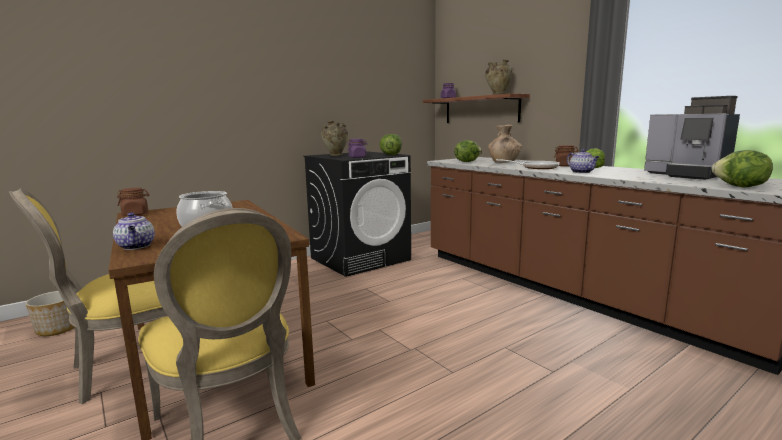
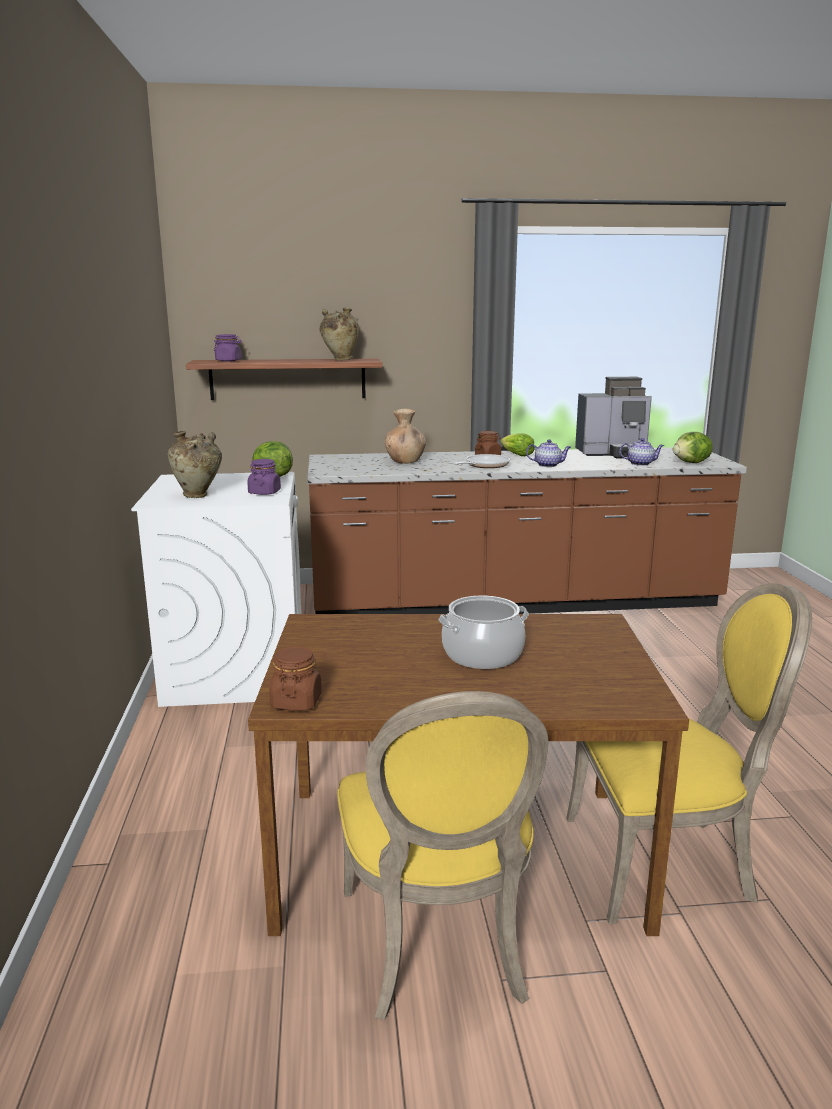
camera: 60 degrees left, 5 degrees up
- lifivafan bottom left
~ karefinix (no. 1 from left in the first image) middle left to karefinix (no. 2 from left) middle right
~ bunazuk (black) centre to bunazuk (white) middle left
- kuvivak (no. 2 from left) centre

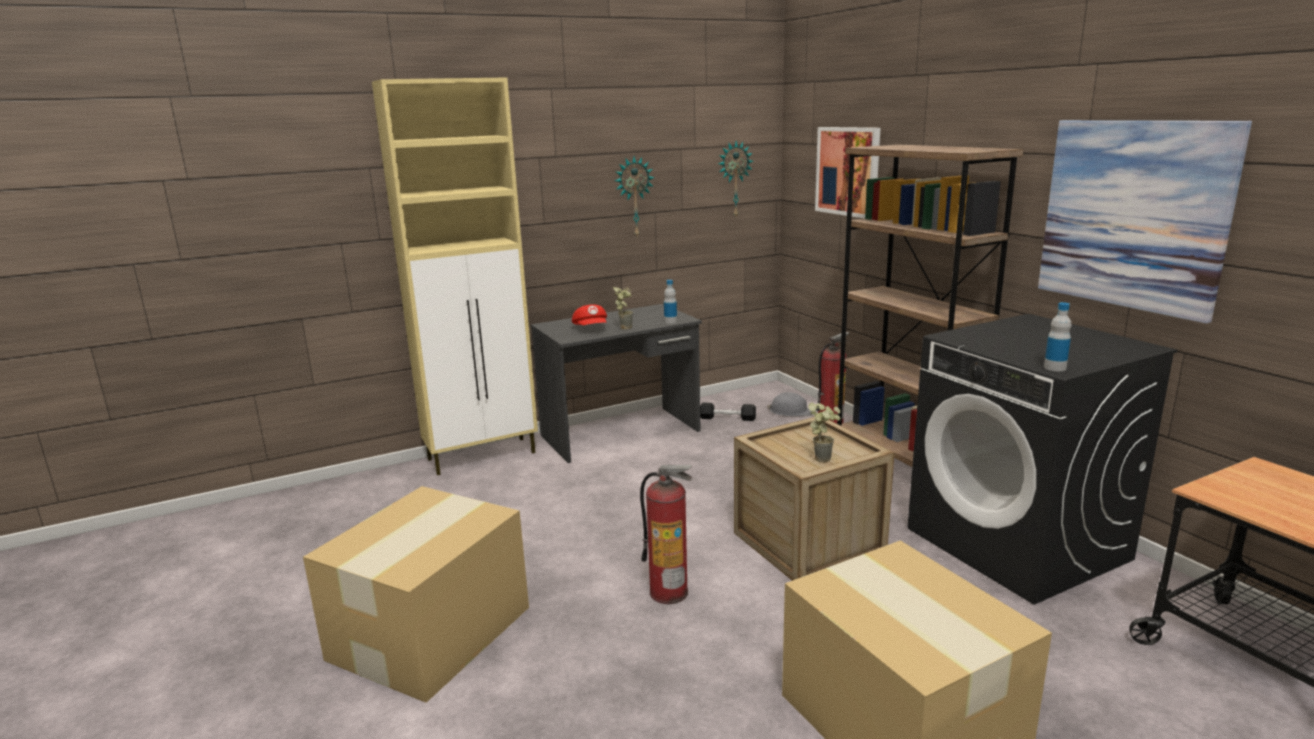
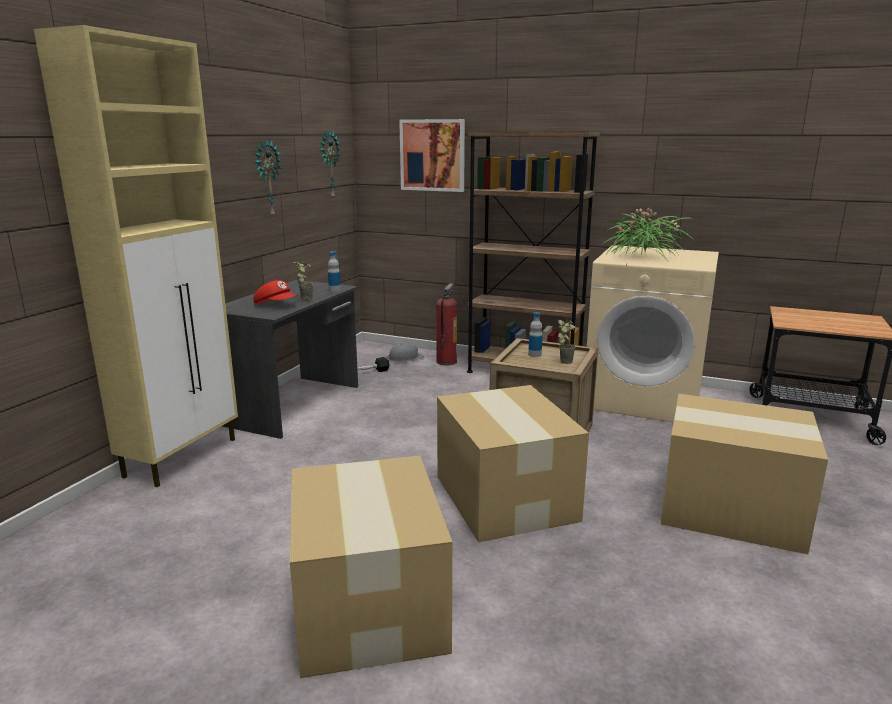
camera: 40 degrees left, 0 degrees up
~ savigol (no. 1 from left) bottom centre to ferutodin (no. 2 from left) centre
~ bunazuk (black) middle right to bunazuk (beige) middle right
- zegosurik (no. 2 from left) top right
~ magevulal (no. 2 from left) middle right to centre
+ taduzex (no. 3 from left) top right

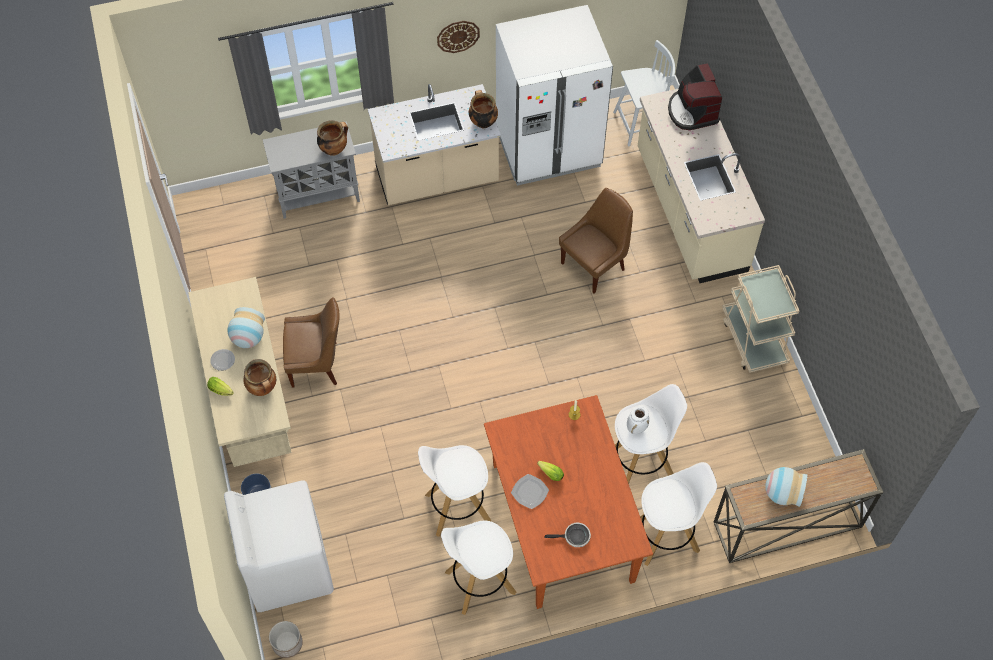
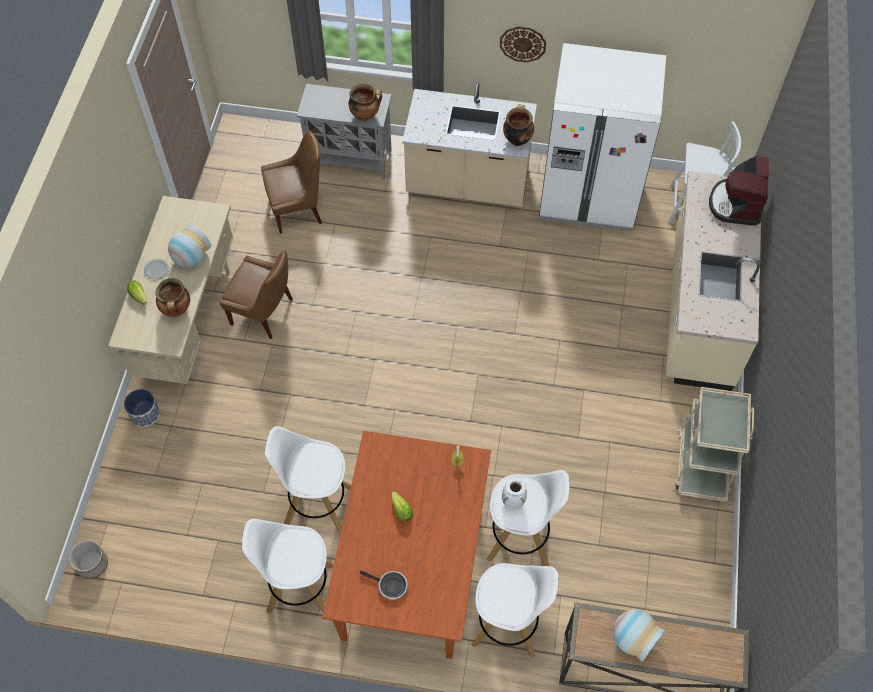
camera: 25 degrees right, 0 degrees up
- bunazuk (white) bottom left
- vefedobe (no. 2 from left) bottom centre
~ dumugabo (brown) (no. 2 from left) centre to top centre

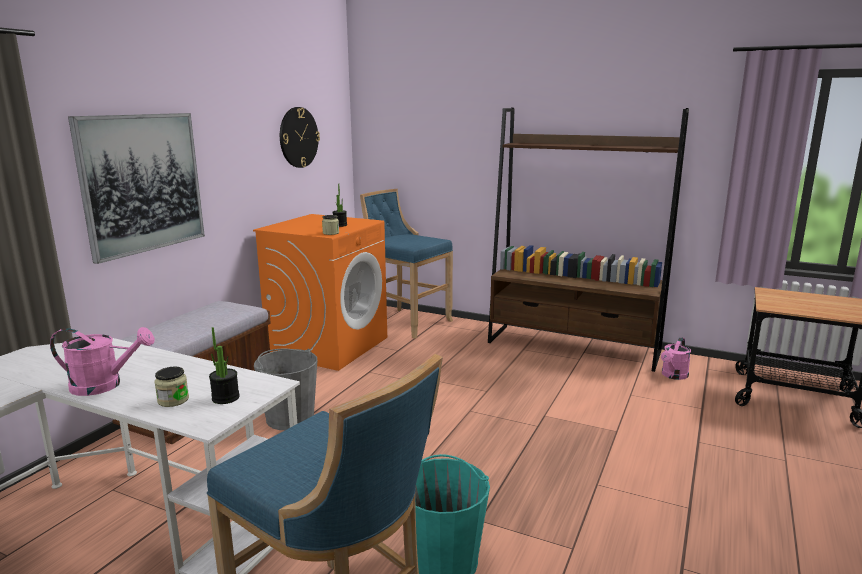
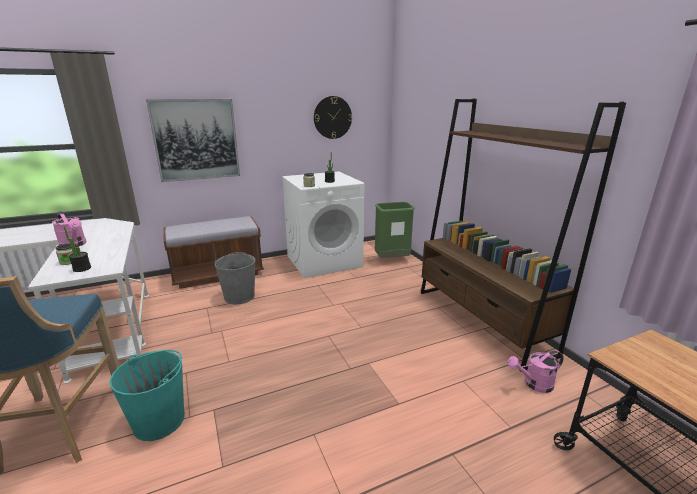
camera: 40 degrees right, 5 degrees up
~ bunazuk (orange) centre to bunazuk (white) centre
~ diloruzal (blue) (no. 2 from left) centre to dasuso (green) centre

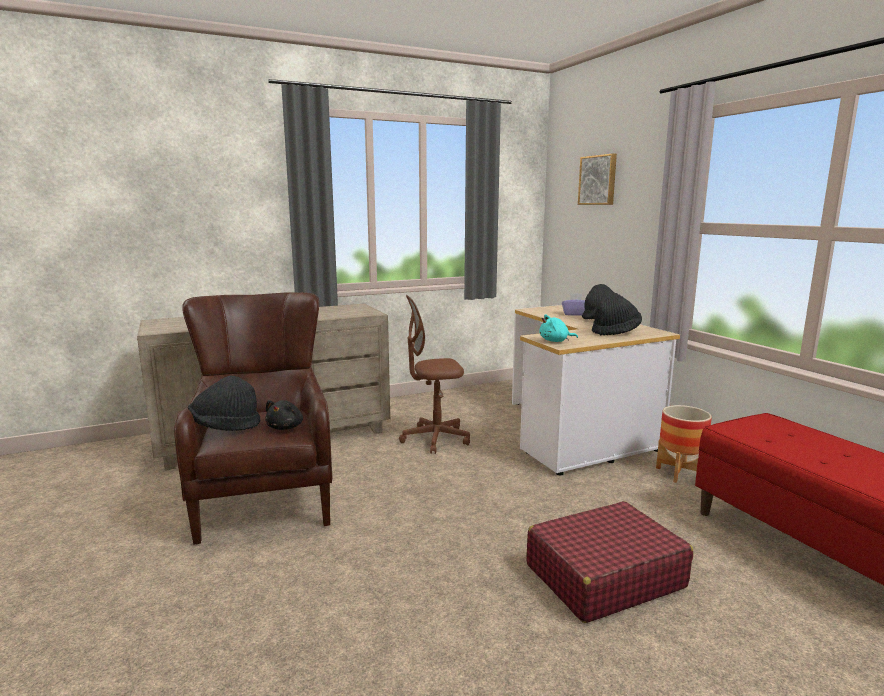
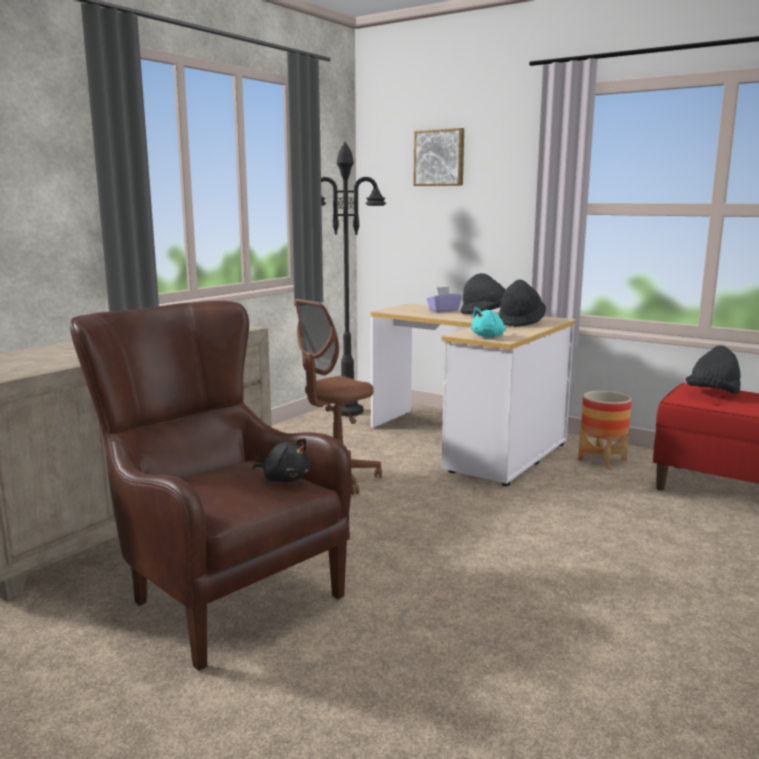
camera: 30 degrees left, 0 degrees up
~ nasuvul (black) (no. 1 from left in the first image) middle left to nasuvul (black) (no. 3 from left) middle right
~ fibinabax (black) middle left = centre 45 degrees counterclockwise
- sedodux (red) bottom right
+ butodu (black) centre

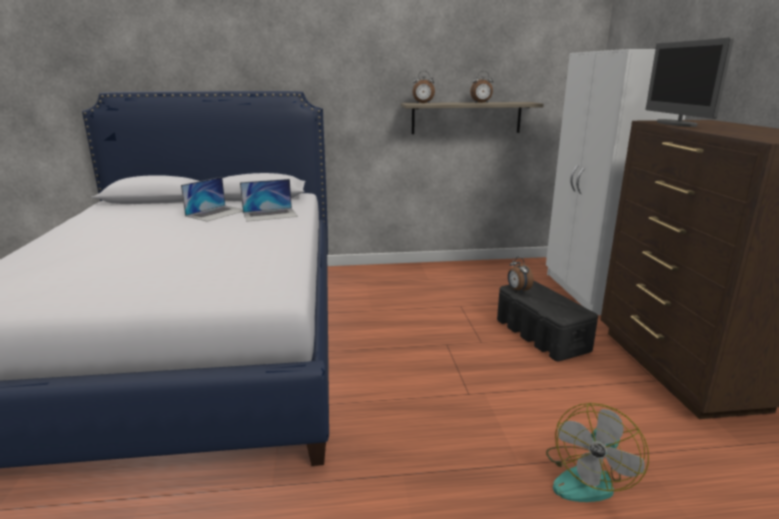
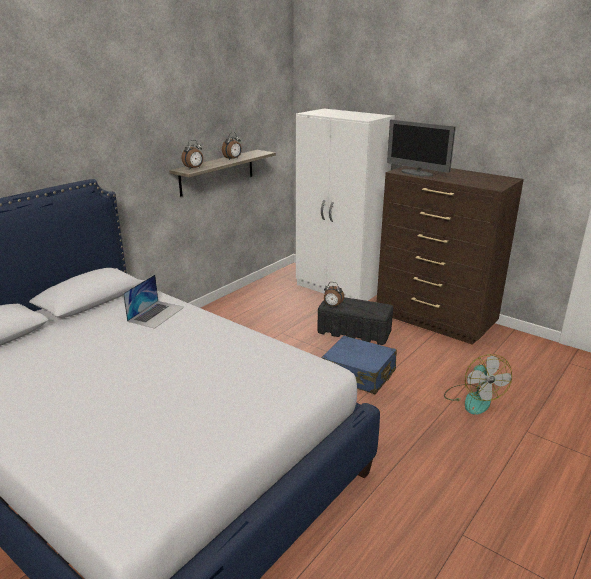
camera: 45 degrees left, 5 degrees up
- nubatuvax (no. 1 from left) middle left
+ sedodux (blue) centre

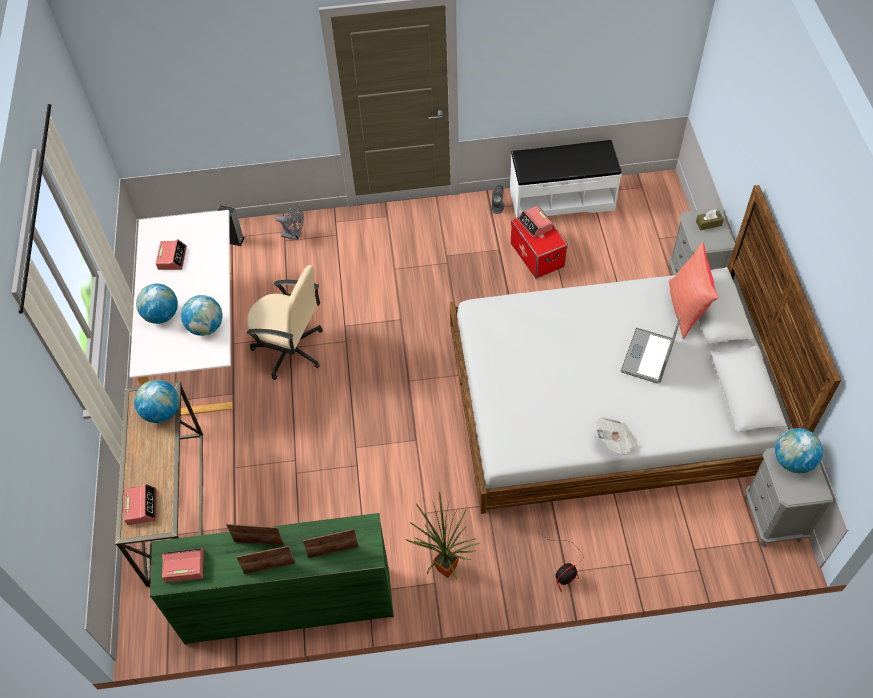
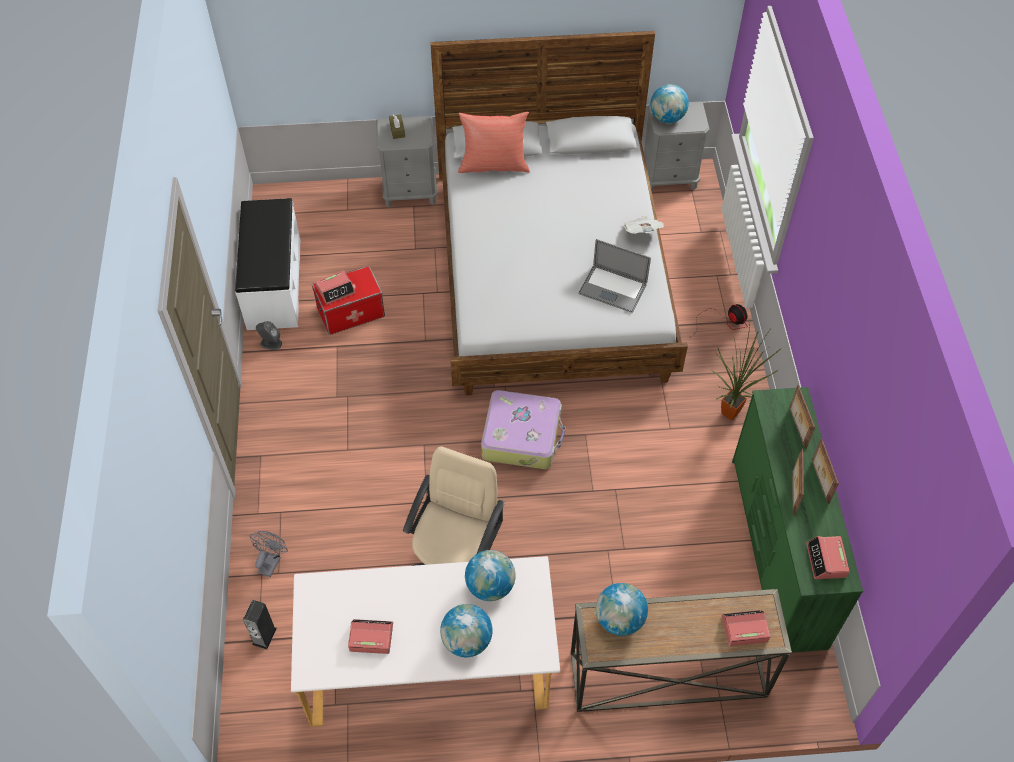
camera: 90 degrees left, 0 degrees up
~ nubatuvax middle right to centre
+ sedodux centre

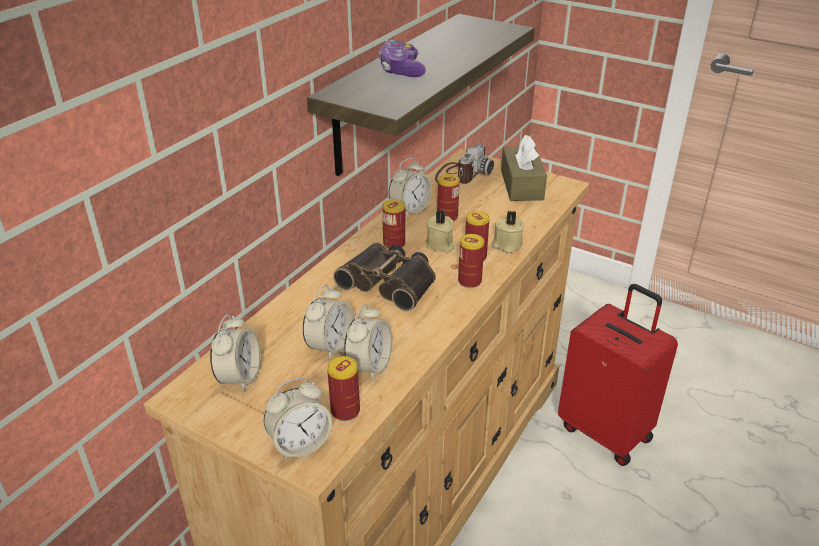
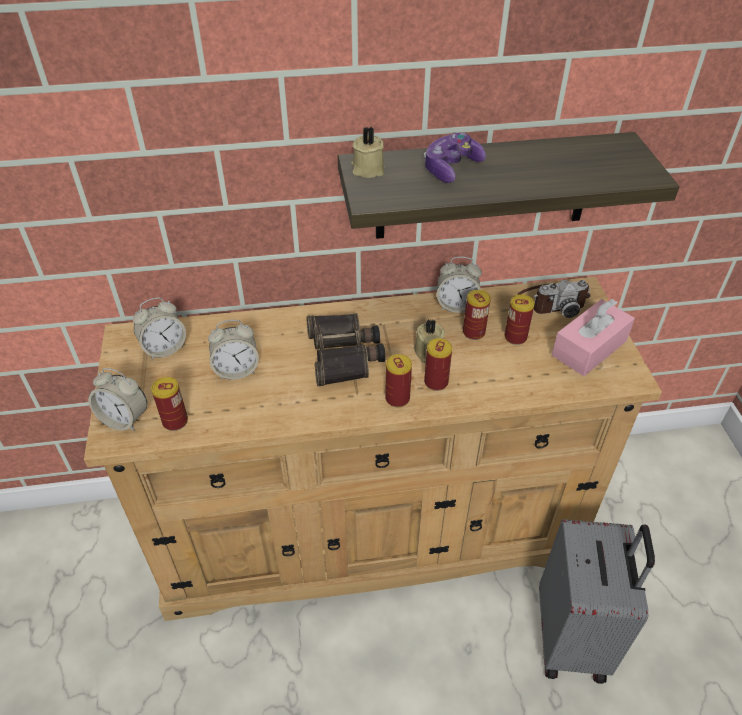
camera: 50 degrees right, 10 degrees up
- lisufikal (no. 4 from left) centre
~ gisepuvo (no. 2 from left in the first image) centre to gisepuvo (no. 5 from left) middle right
~ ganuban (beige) (no. 2 from left in the first image) centre to ganuban (beige) (no. 1 from left) top centre
~ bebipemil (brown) top centre to bebipemil (pink) middle right
~ sedodux (red) bottom right to sedodux (grey) bottom right

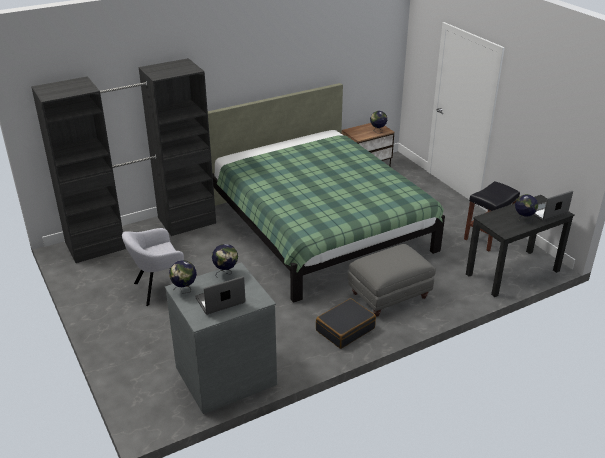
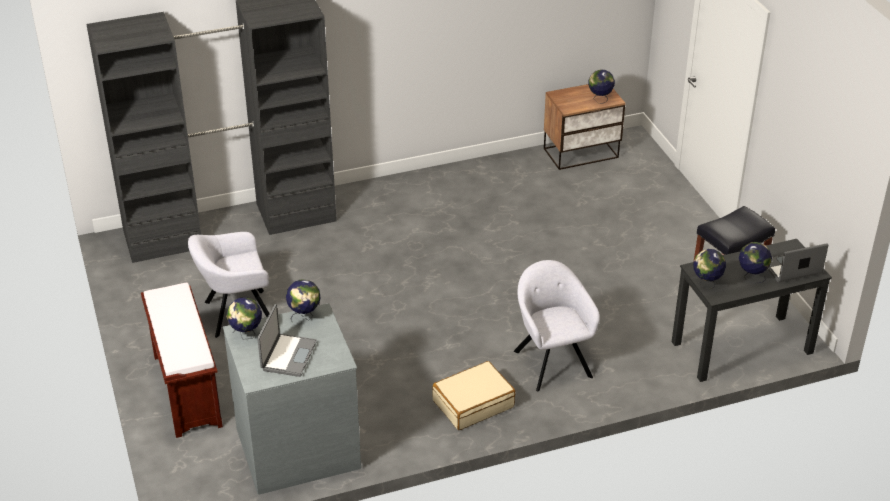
camera: 10 degrees right, 5 degrees up
~ nubatuvax (no. 1 from left) centre = bottom left 120 degrees clockwise
- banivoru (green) centre
~ sedodux (black) bottom centre to sedodux (beige) bottom centre
~ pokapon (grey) centre to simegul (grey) (no. 2 from left) centre
+ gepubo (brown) bottom left
+ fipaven (no. 4 from left) middle right

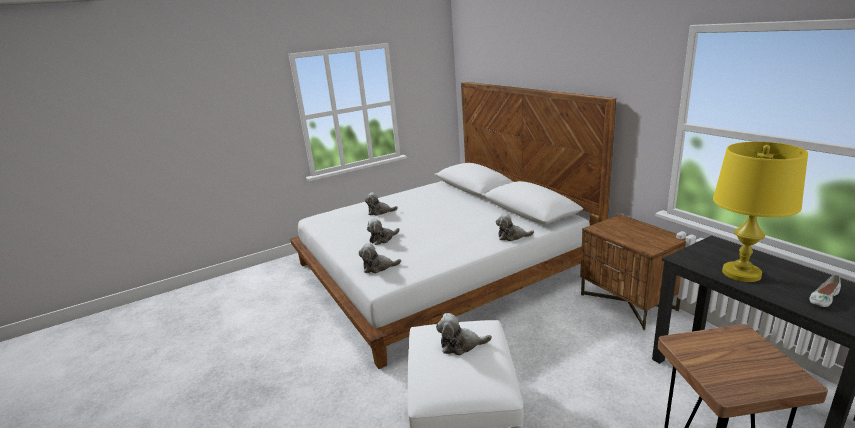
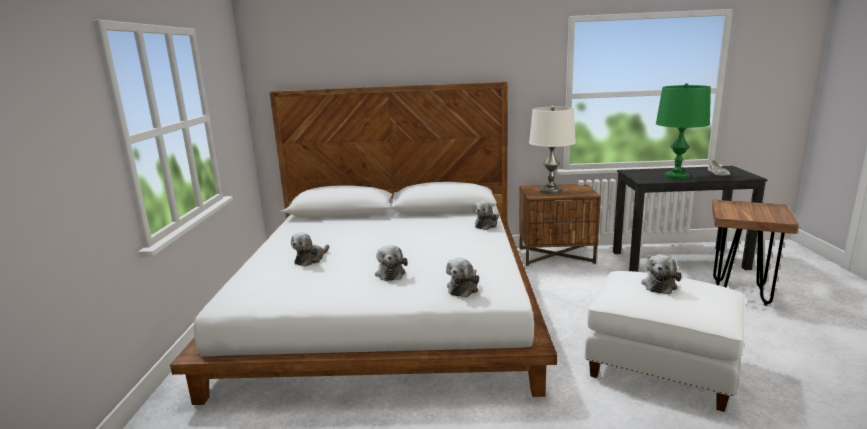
camera: 60 degrees left, 5 degrees down
~ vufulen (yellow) middle right to vufulen (green) top right
+ vufulen (white) centre

